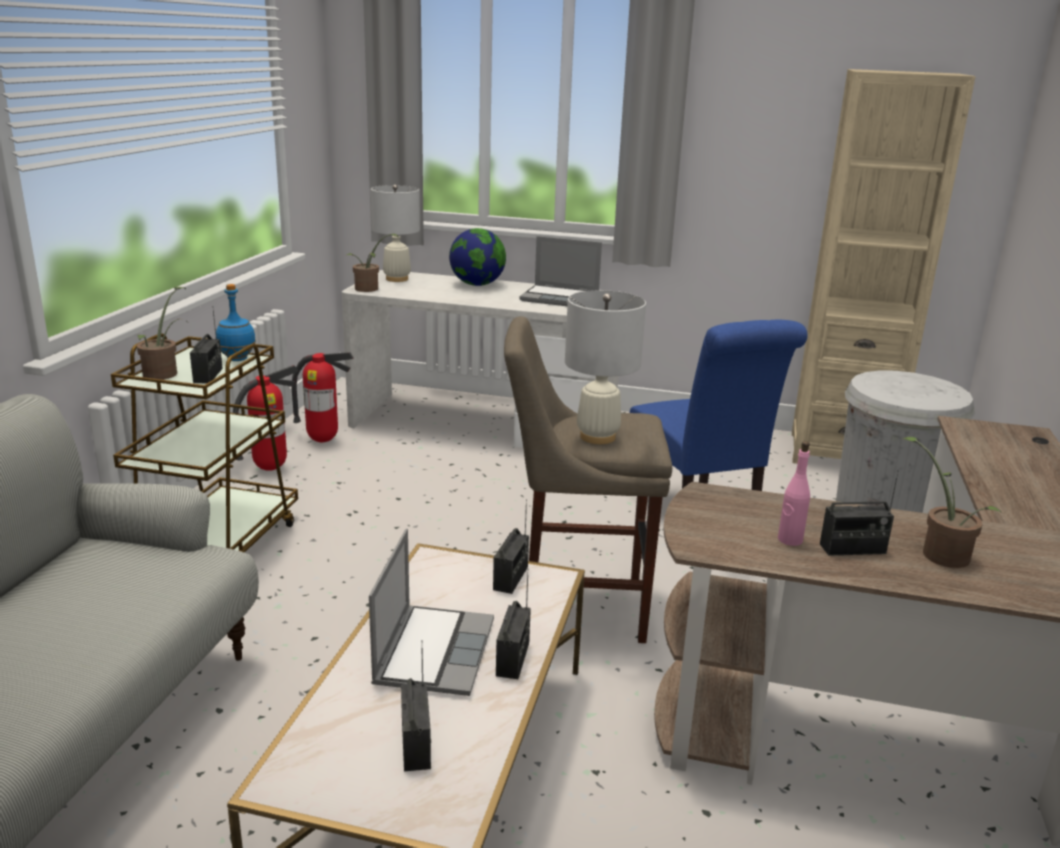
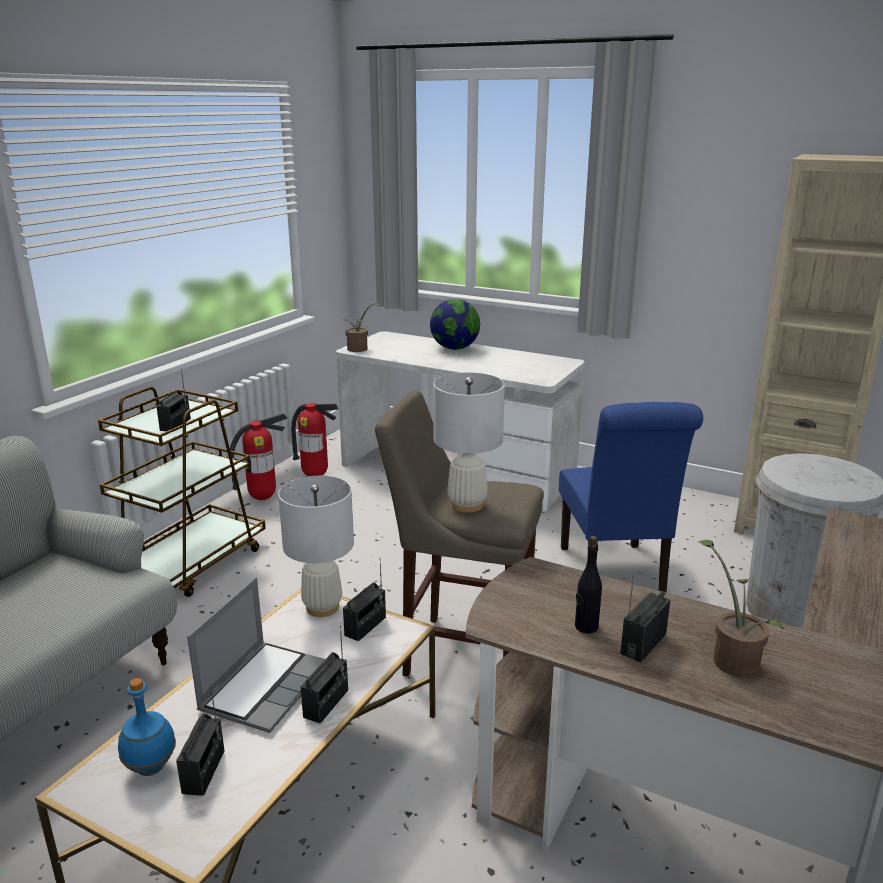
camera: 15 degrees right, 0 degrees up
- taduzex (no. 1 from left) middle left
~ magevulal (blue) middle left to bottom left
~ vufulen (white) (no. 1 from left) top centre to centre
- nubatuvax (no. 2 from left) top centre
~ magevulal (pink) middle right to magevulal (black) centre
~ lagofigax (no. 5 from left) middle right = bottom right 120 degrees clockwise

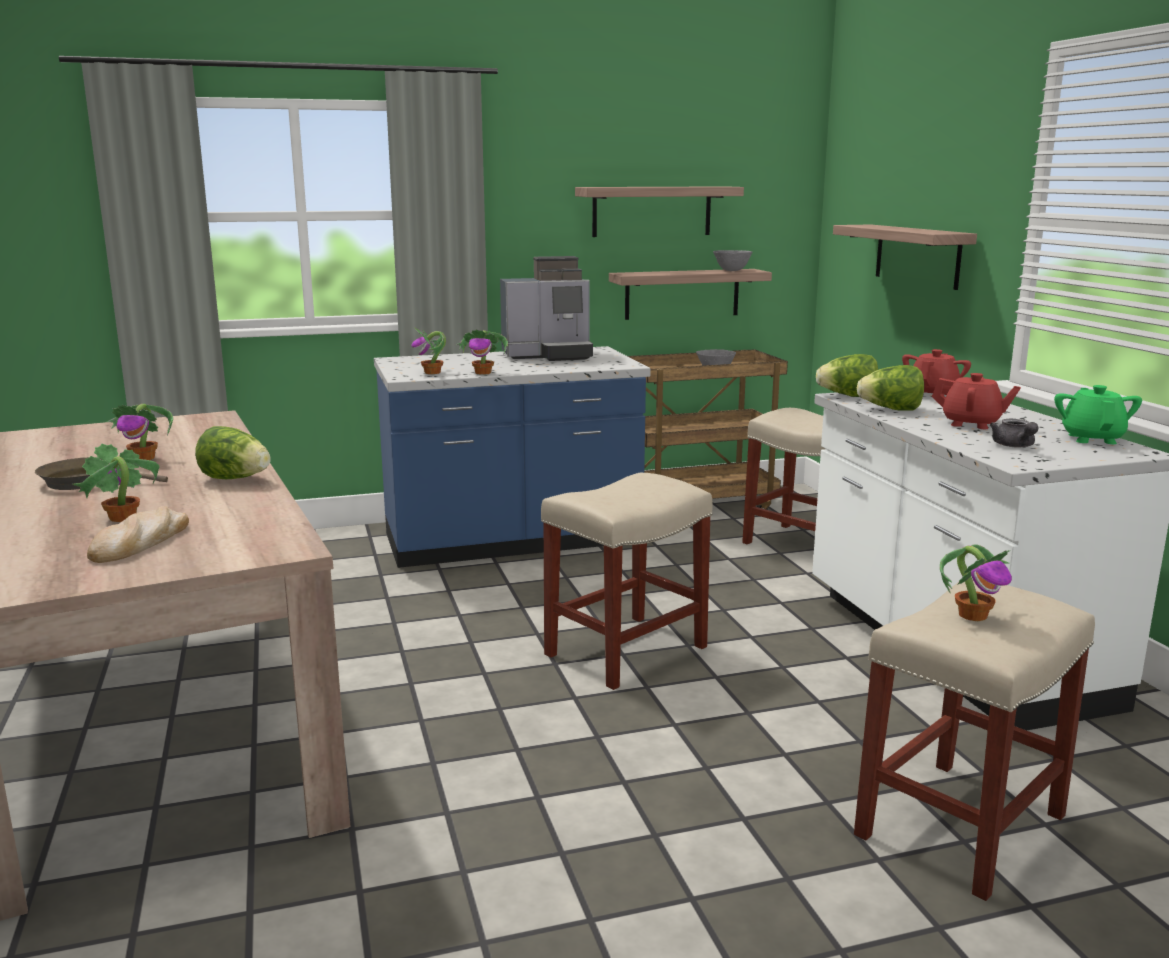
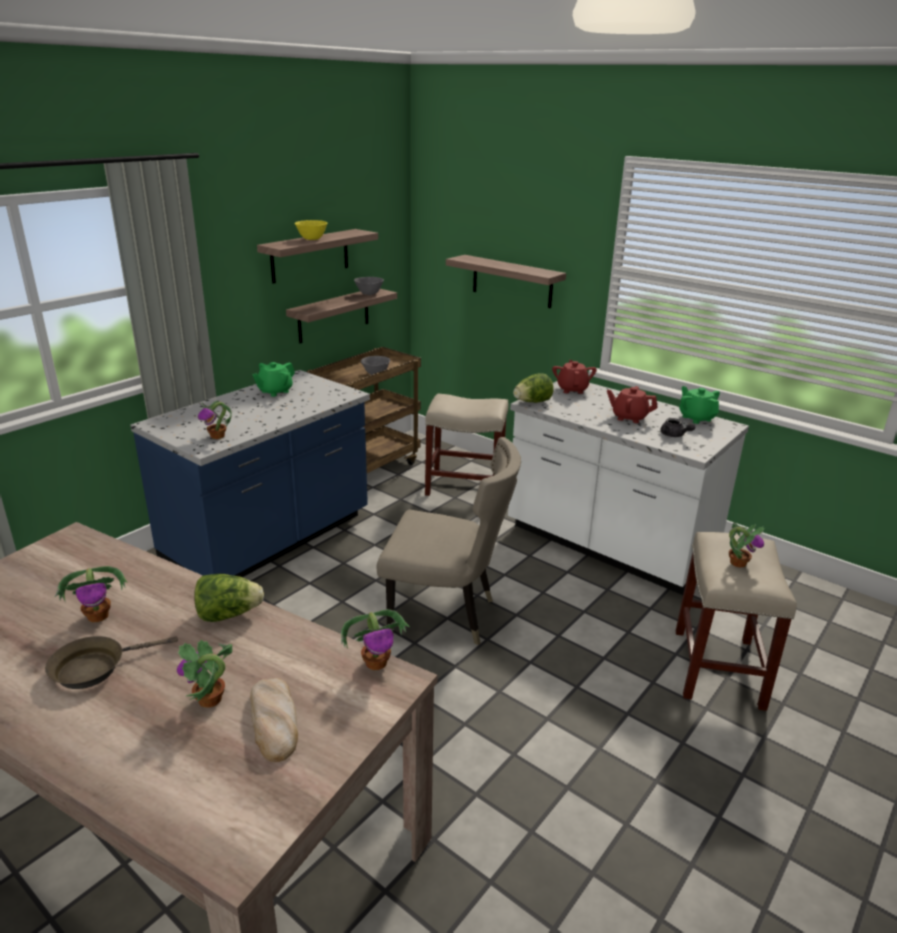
camera: 35 degrees left, 10 degrees up
~ taduzex (no. 4 from left) centre to bottom centre
~ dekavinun top centre to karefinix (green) (no. 1 from left) middle left
~ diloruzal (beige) (no. 1 from left) centre to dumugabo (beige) centre
- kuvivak (no. 3 from left) middle right
~ karefinix (red) (no. 2 from left) middle right = middle right 150 degrees counterclockwise
+ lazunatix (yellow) top centre

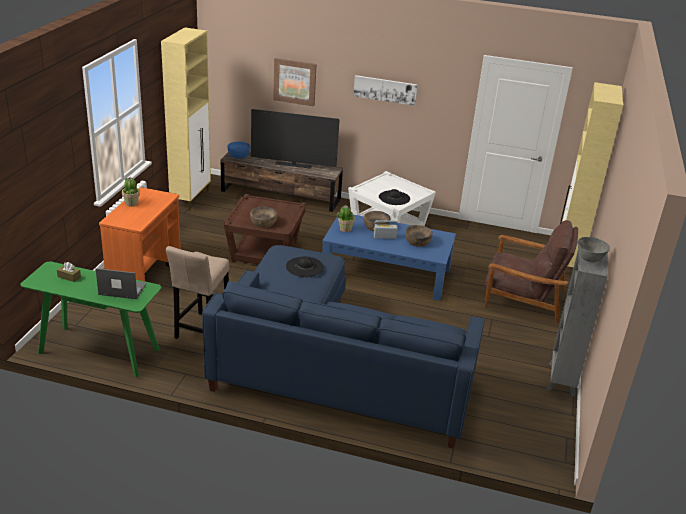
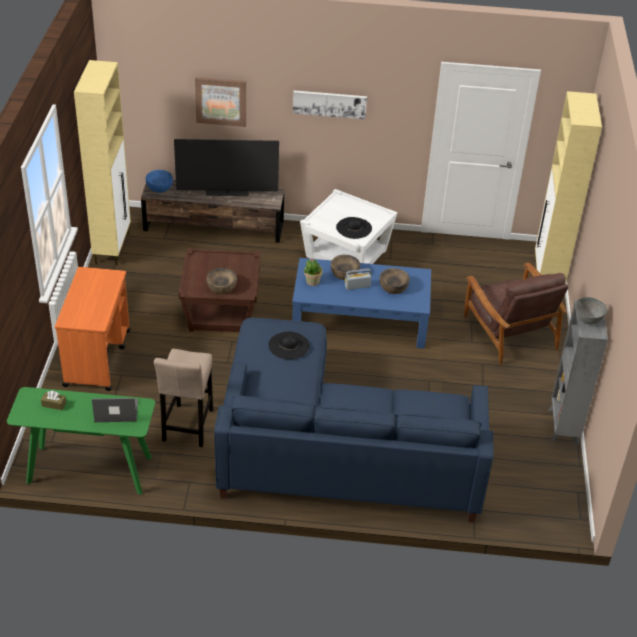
camera: 10 degrees left, 10 degrees up
- taduzex (no. 1 from left) middle left
~ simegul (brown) middle right = middle right 60 degrees clockwise

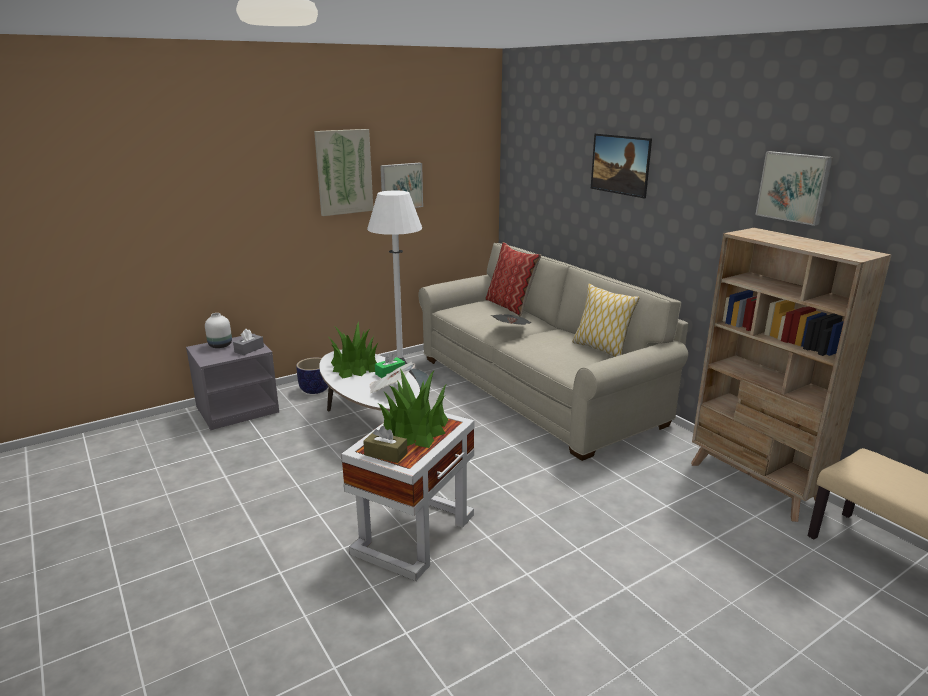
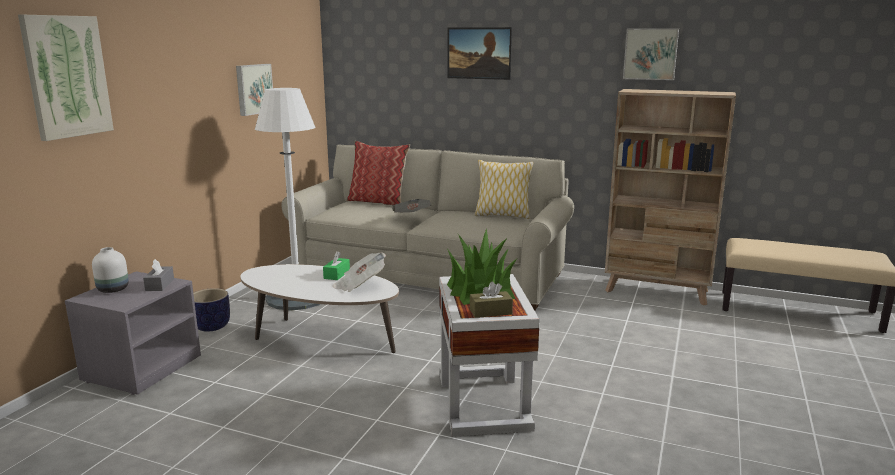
camera: 35 degrees left, 5 degrees down
~ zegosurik (no. 1 from left) top centre to top left
- taduzex (no. 1 from left) centre

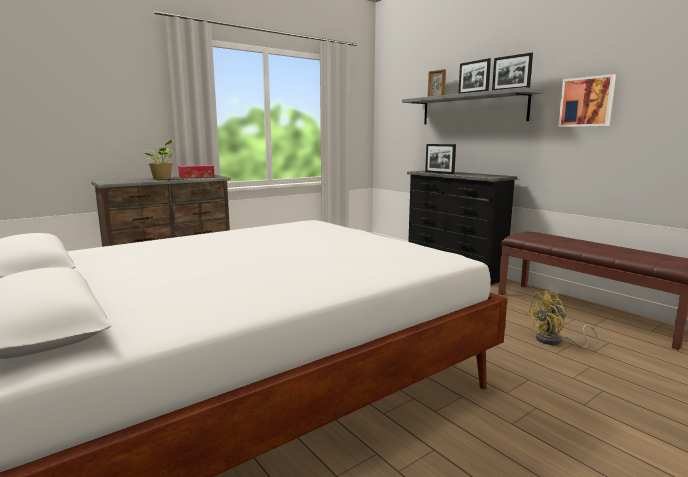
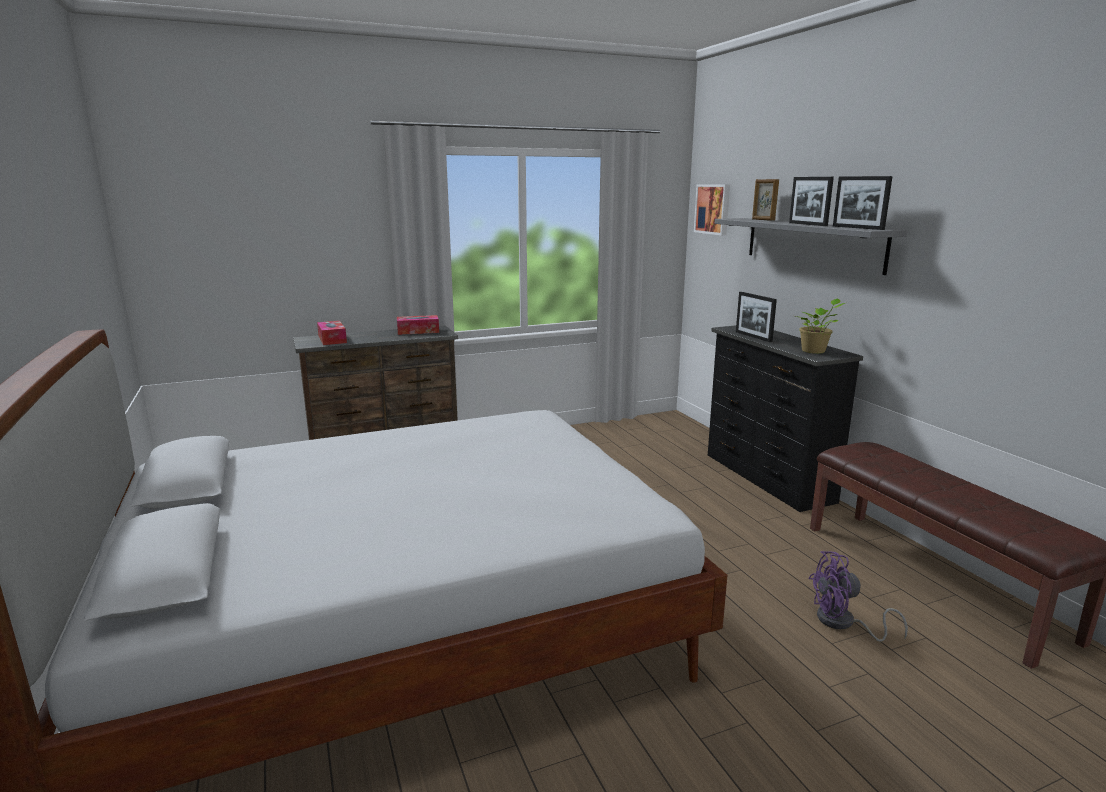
camera: 15 degrees right, 5 degrees up
~ taduzex middle left to middle right
~ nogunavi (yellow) bottom right to nogunavi (purple) bottom right
~ zegosurik top right to top centre
+ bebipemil (no. 1 from left) middle left

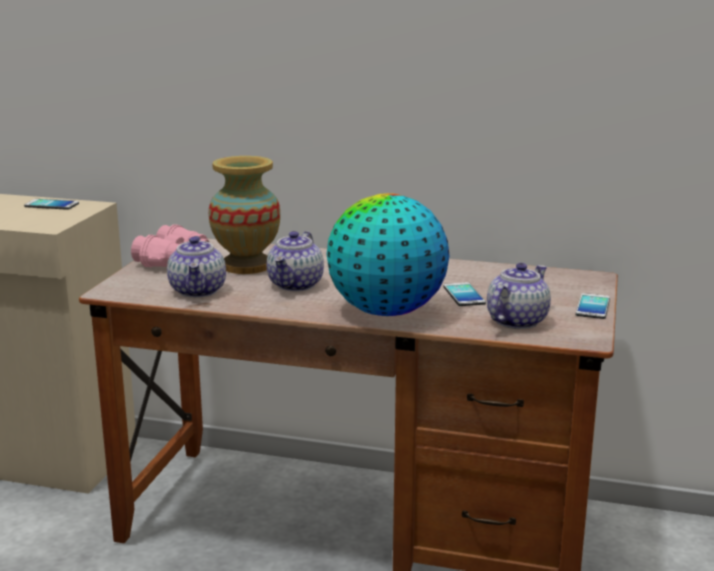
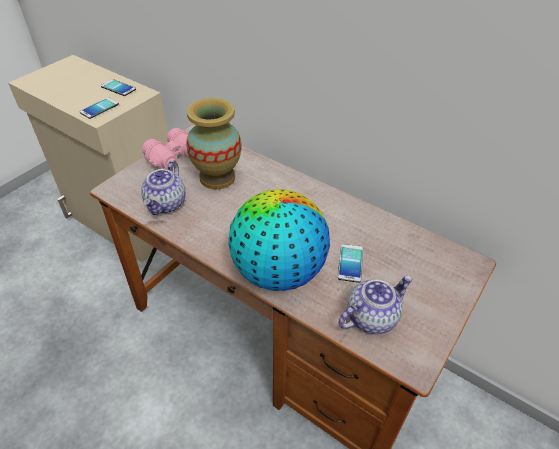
camera: 20 degrees right, 25 degrees up
- karefinix (no. 2 from left) centre
~ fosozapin (no. 3 from left in the first image) middle right to fosozapin (no. 1 from left) top left

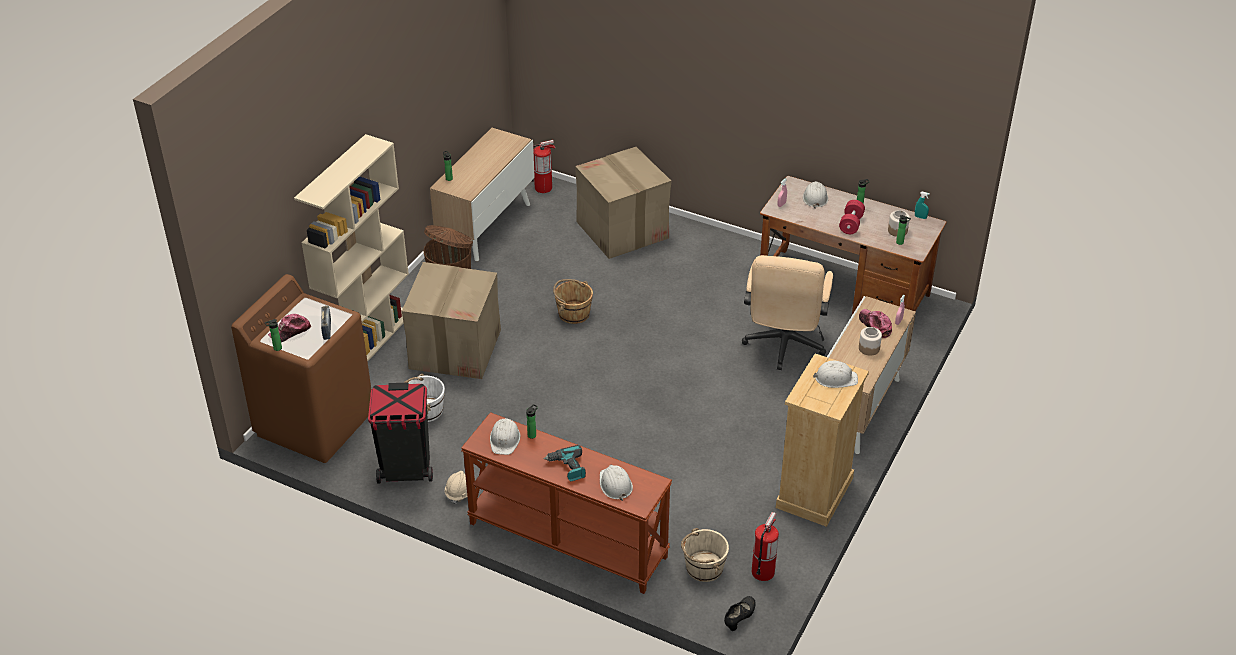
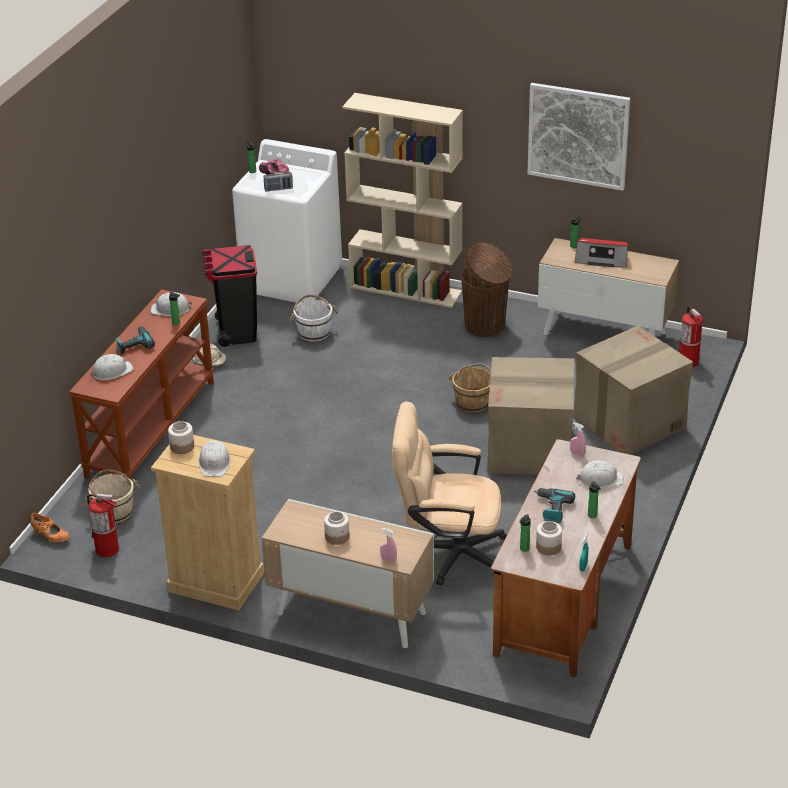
camera: 85 degrees right, 5 degrees down
~ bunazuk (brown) middle left to bunazuk (white) top centre
~ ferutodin (no. 1 from left) centre to middle right
~ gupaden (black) bottom centre to gupaden (orange) bottom left
~ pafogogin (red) top right to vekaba (no. 2 from left) middle right
- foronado (no. 2 from left) middle right
+ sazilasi (no. 1 from left) middle left
+ zegosurik top right
+ lagofigax (no. 2 from left) top right

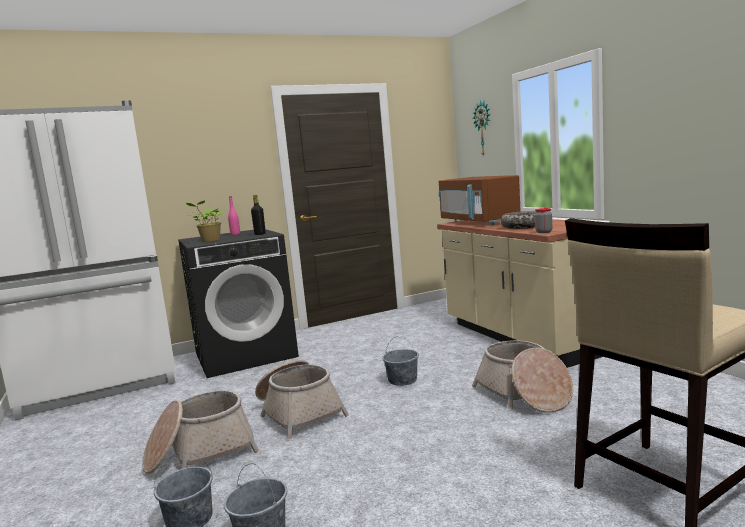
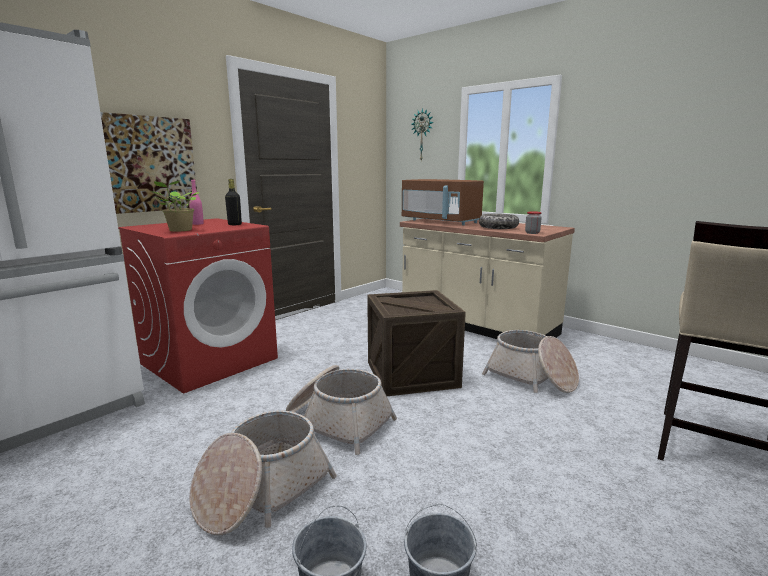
camera: 25 degrees left, 5 degrees up
~ bunazuk (black) middle left to bunazuk (red) middle left
~ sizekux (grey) (no. 3 from left) bottom centre to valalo centre
+ zegosurik top left

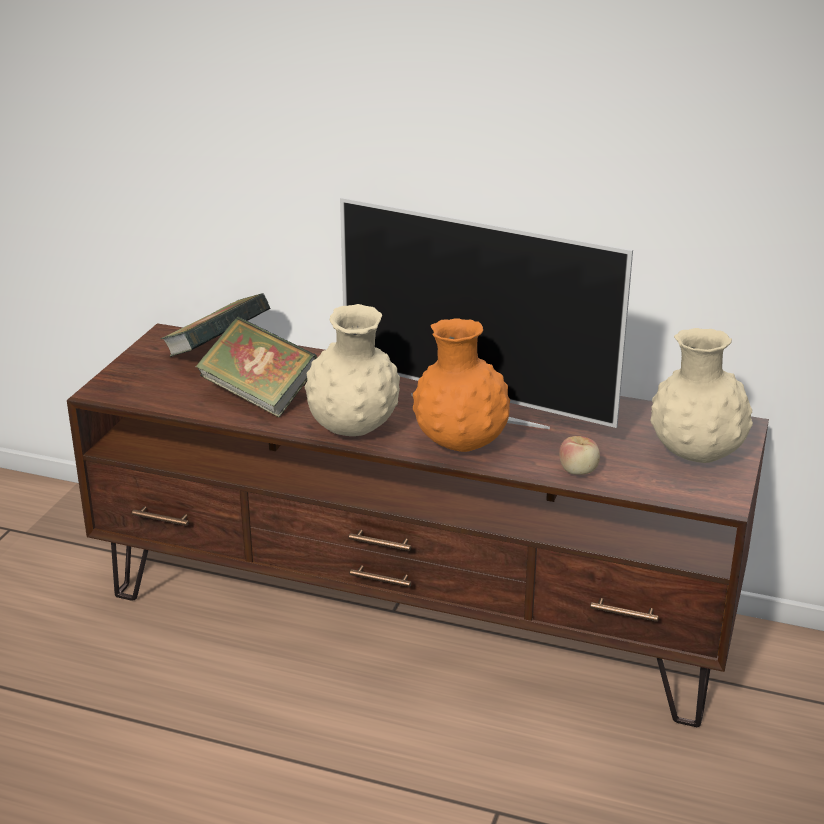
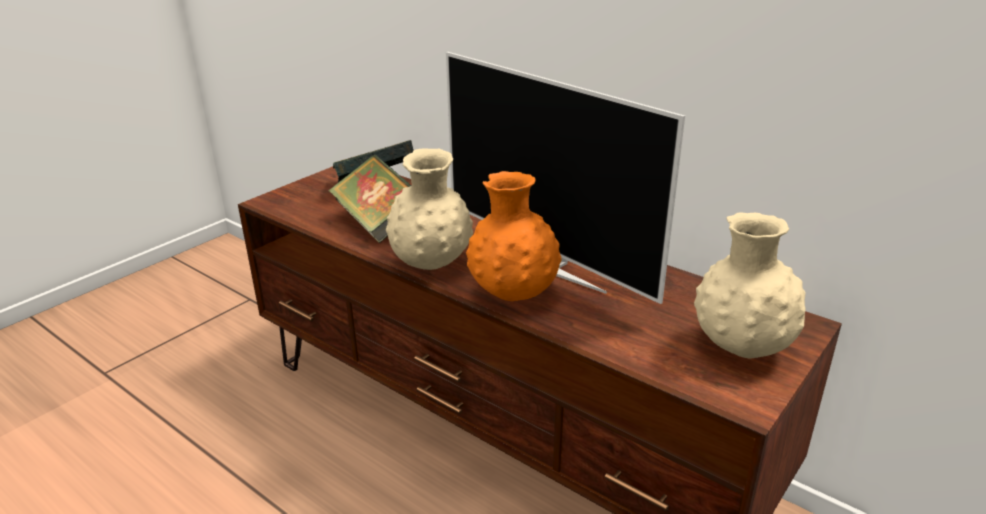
camera: 20 degrees right, 0 degrees up
- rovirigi middle right

